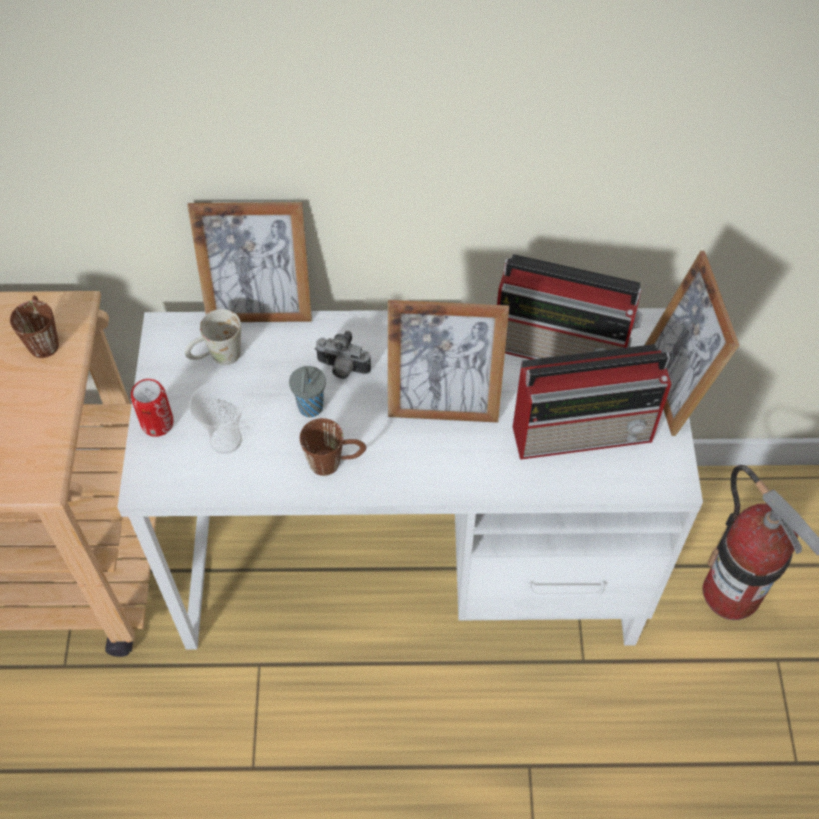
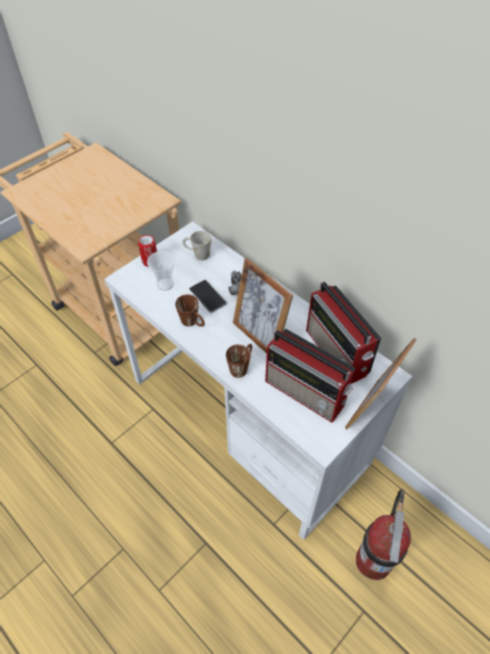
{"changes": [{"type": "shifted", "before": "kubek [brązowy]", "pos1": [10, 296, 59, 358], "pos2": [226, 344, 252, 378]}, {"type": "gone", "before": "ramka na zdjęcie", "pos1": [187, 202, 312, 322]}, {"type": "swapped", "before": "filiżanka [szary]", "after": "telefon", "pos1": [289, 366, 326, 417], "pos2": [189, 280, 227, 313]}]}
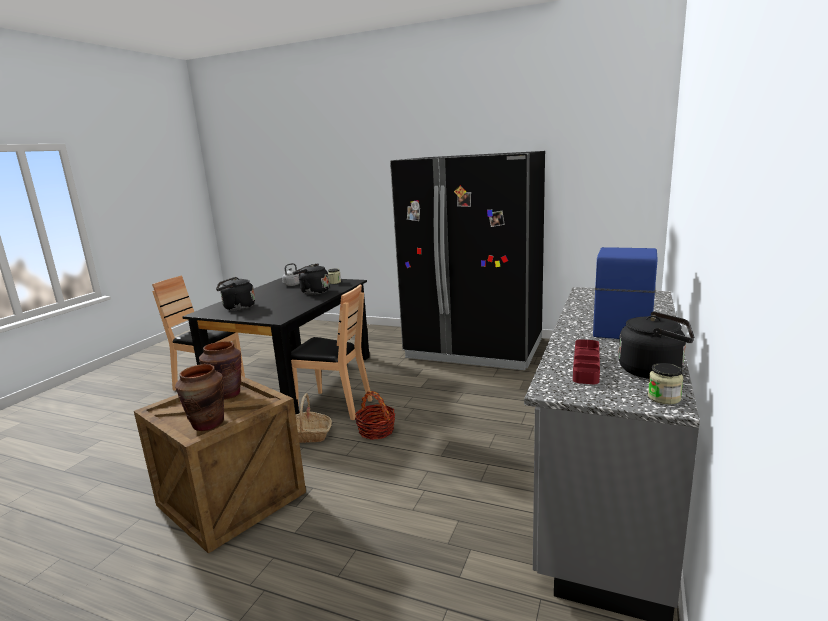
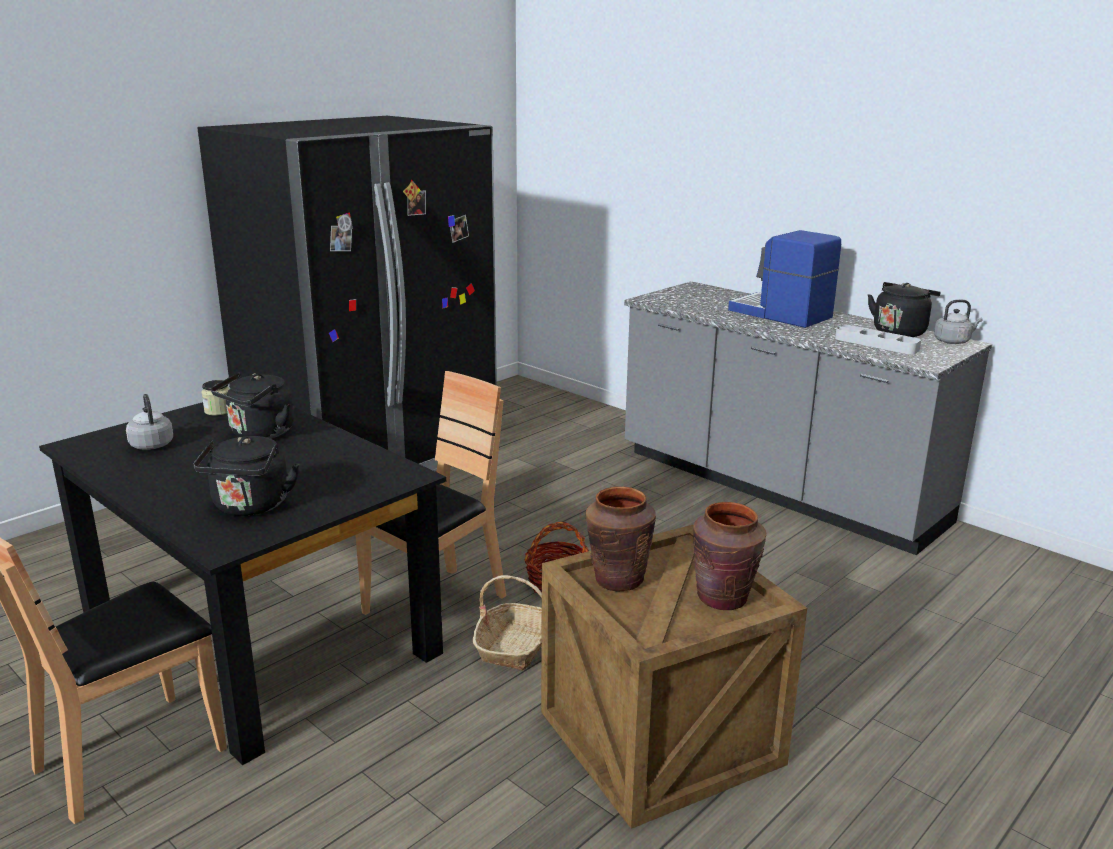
{"changes": [{"type": "repainted", "before": "taca [czerwony]", "after": "taca [szary]", "pos1": [573, 339, 600, 384], "pos2": [835, 325, 921, 354]}, {"type": "swapped", "before": "słoik", "after": "czajnik [szary]", "pos1": [648, 363, 684, 404], "pos2": [934, 300, 983, 344]}]}
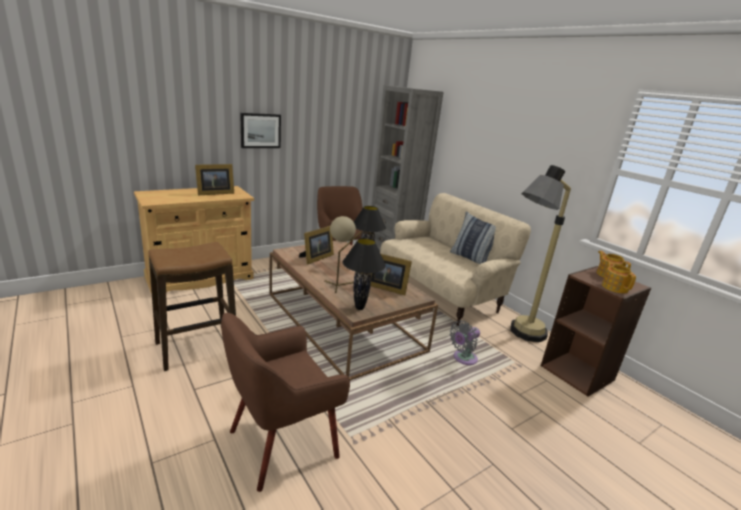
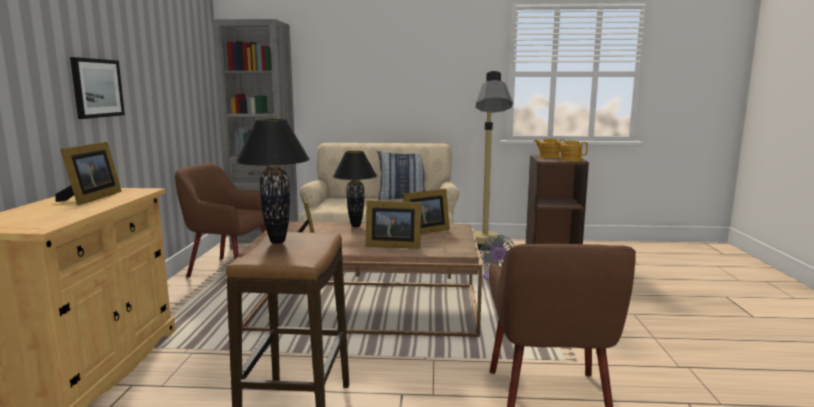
{"changes": [{"type": "swapped", "before": "lampa stołowa [beżowy]", "after": "ramka na zdjęcie", "pos1": [324, 216, 362, 293], "pos2": [366, 200, 421, 249]}, {"type": "shifted", "before": "lampa stołowa [czarny]", "pos1": [343, 238, 386, 310], "pos2": [236, 119, 310, 244]}]}
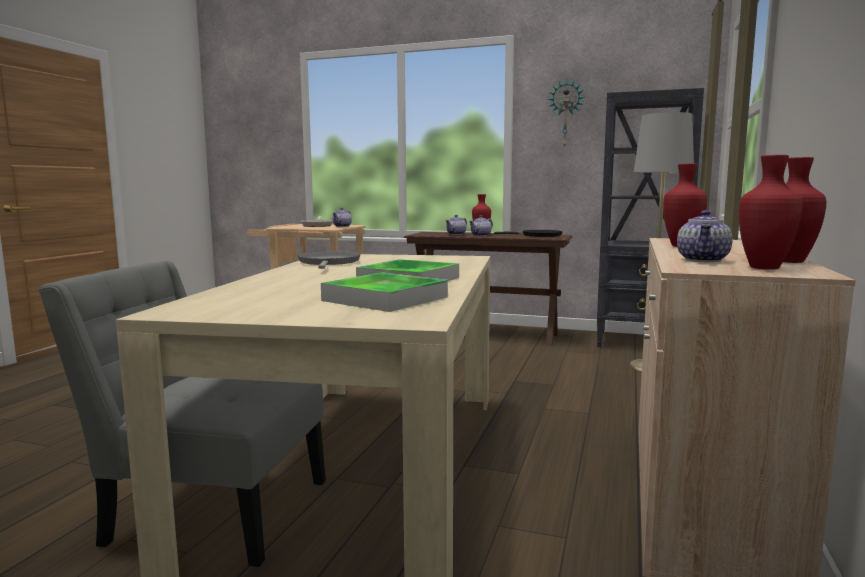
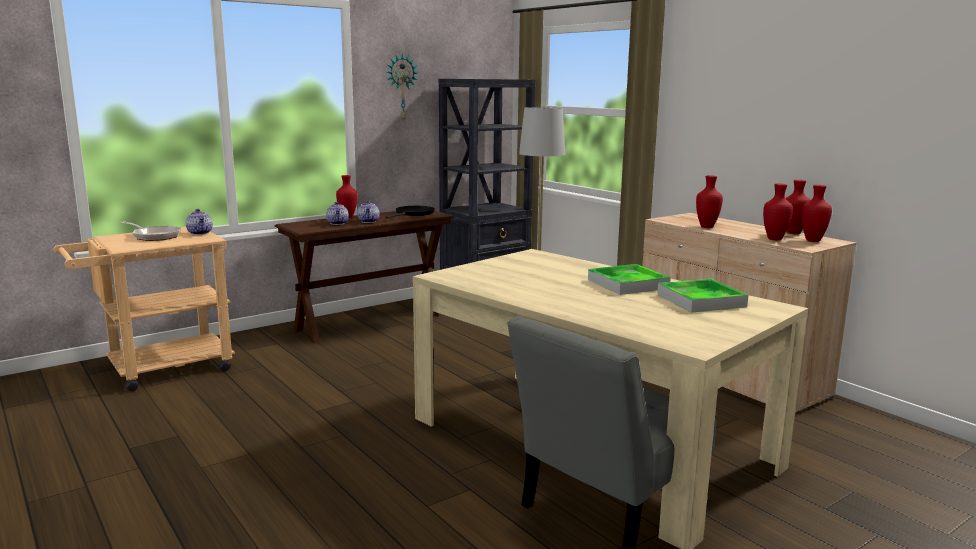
{"changes": [{"type": "gone", "before": "patelnia [szary]", "pos1": [298, 252, 360, 269]}, {"type": "swapped", "before": "imbryk", "after": "wazon [czerwony]", "pos1": [677, 210, 733, 262], "pos2": [763, 184, 793, 240]}]}
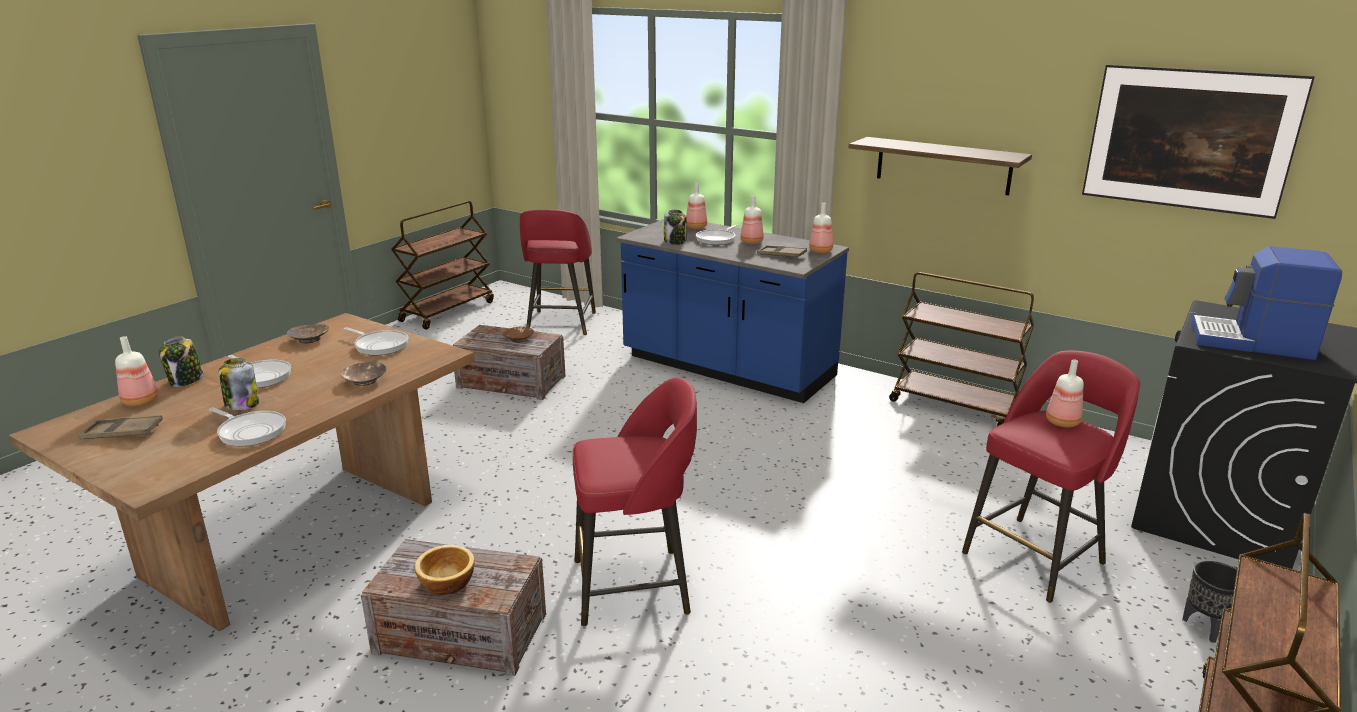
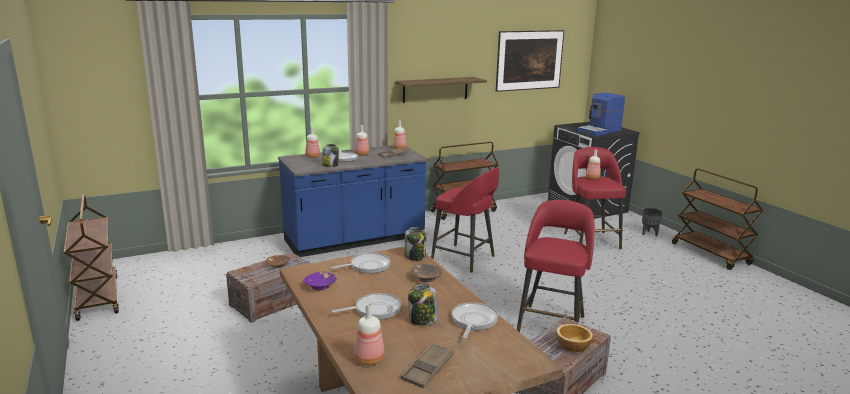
{"changes": [{"type": "shifted", "before": "słoik", "pos1": [158, 336, 204, 387], "pos2": [405, 227, 426, 261]}, {"type": "rotated", "before": "patelnia", "pos1": [209, 407, 286, 446], "pos2": [451, 302, 498, 339], "turn": -45}, {"type": "repainted", "before": "miska [brązowy]", "after": "miska [fioletowy]", "pos1": [287, 324, 329, 343], "pos2": [303, 272, 337, 290]}, {"type": "shifted", "before": "stołek [czerwony]", "pos1": [520, 209, 596, 335], "pos2": [431, 167, 499, 273]}]}
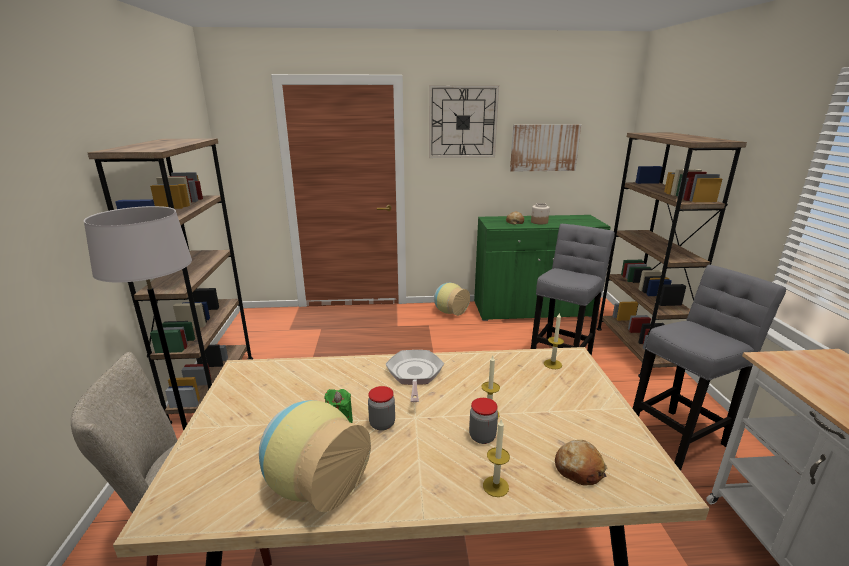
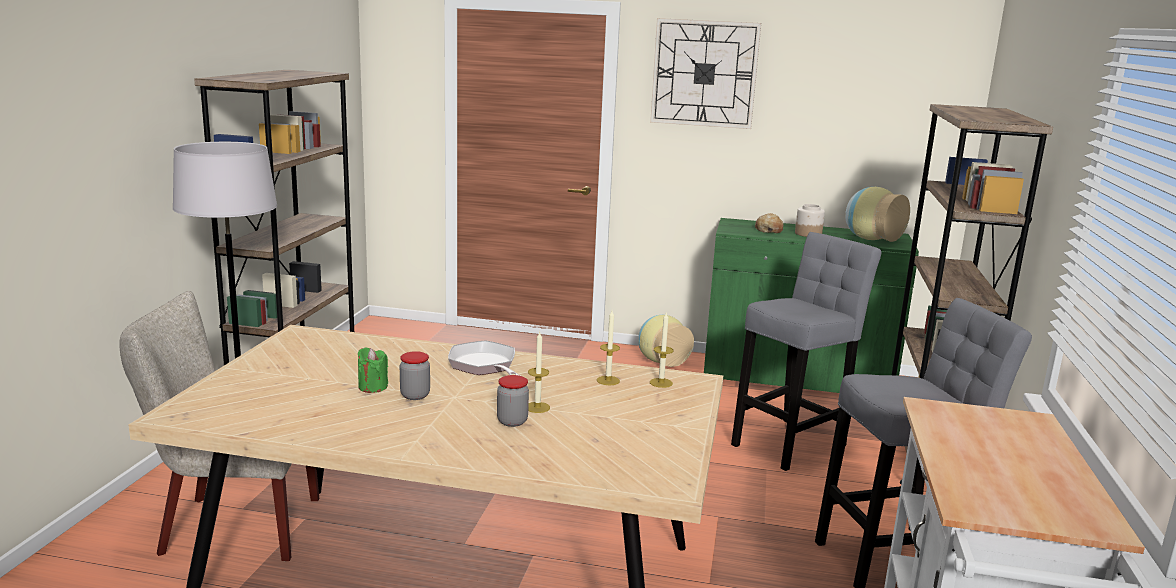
{"changes": [{"type": "shifted", "before": "wazon", "pos1": [259, 400, 371, 512], "pos2": [845, 187, 910, 242]}, {"type": "rotated", "before": "patelnia", "pos1": [386, 350, 444, 402], "pos2": [448, 340, 521, 376], "turn": -45}, {"type": "shifted", "before": "świeca", "pos1": [483, 418, 510, 497], "pos2": [597, 311, 620, 385]}, {"type": "gone", "before": "obraz", "pos1": [510, 124, 581, 172]}, {"type": "gone", "before": "chleb", "pos1": [555, 440, 607, 486]}]}
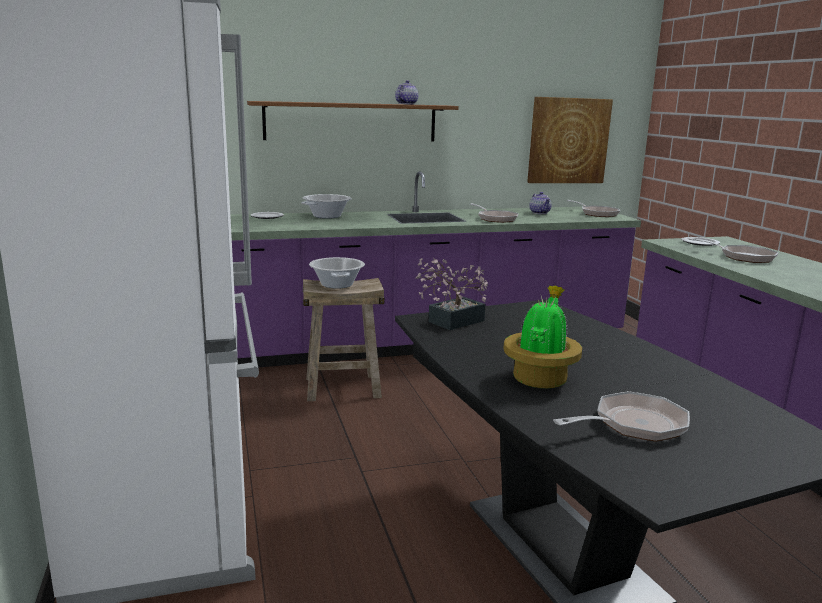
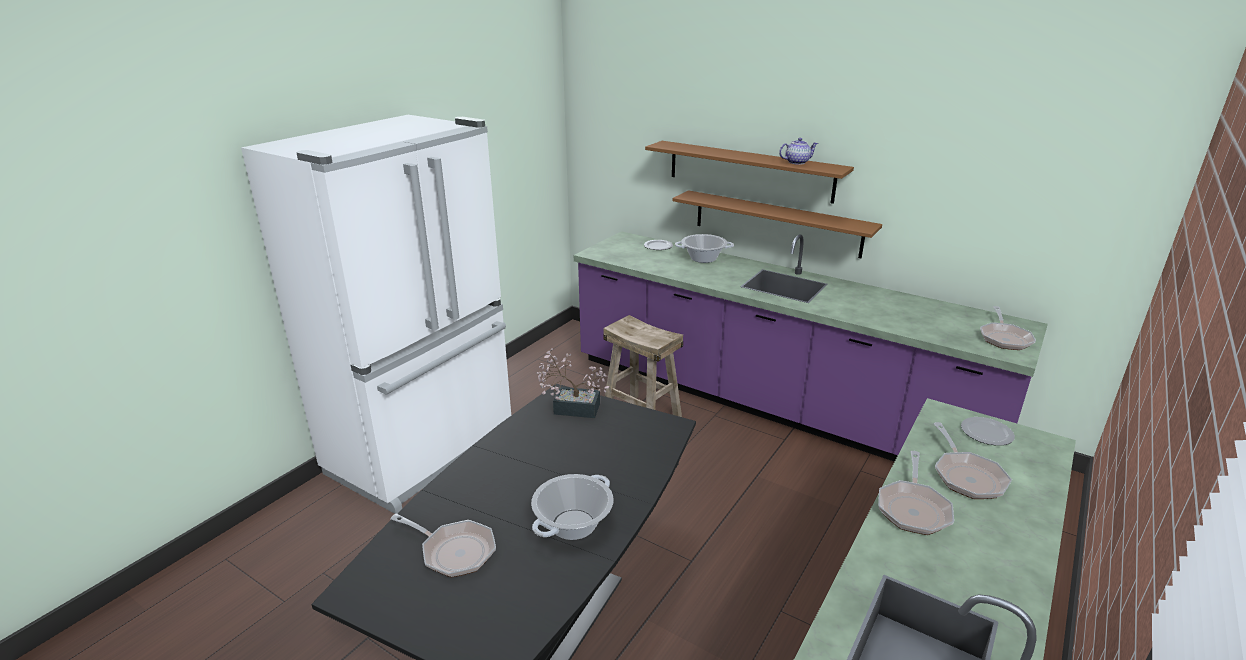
{"changes": [{"type": "shifted", "before": "garnek", "pos1": [309, 257, 365, 289], "pos2": [531, 474, 614, 540]}, {"type": "shifted", "before": "patelnia", "pos1": [470, 203, 519, 223], "pos2": [879, 451, 954, 535]}, {"type": "gone", "before": "roślina doniczkowa", "pos1": [503, 286, 582, 388]}, {"type": "gone", "before": "obraz", "pos1": [527, 97, 613, 183]}, {"type": "gone", "before": "imbryk", "pos1": [530, 192, 552, 214]}, {"type": "new", "after": "półka [brązowy]", "pos2": [672, 190, 882, 258]}]}
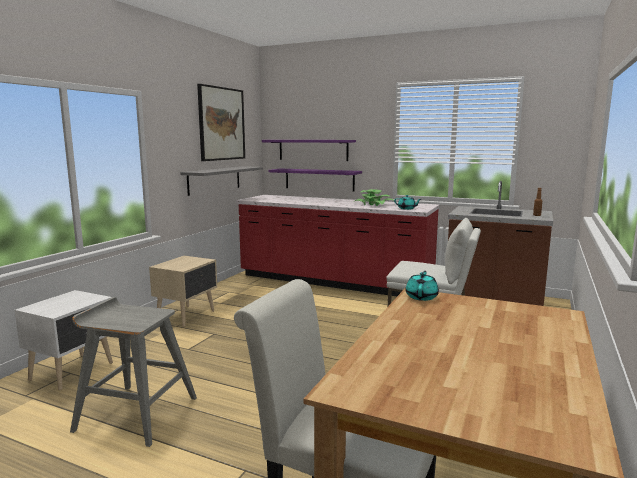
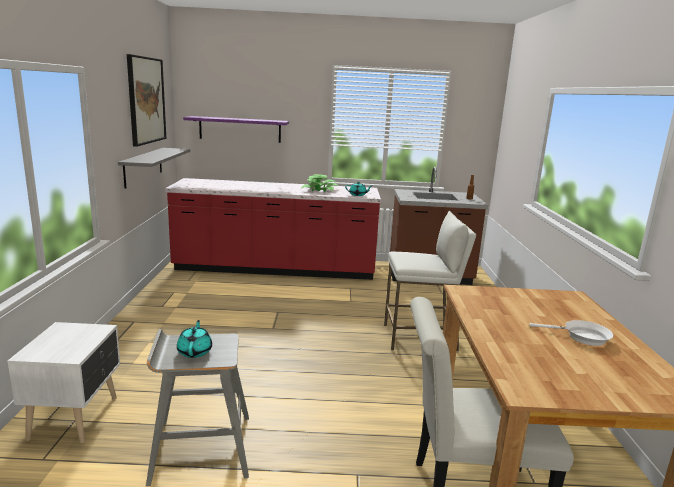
{"changes": [{"type": "gone", "before": "szafka nocna [beżowy]", "pos1": [149, 256, 217, 327]}, {"type": "gone", "before": "półka [fioletowy]", "pos1": [268, 169, 362, 192]}, {"type": "shifted", "before": "imbryk [turkusowy]", "pos1": [405, 271, 439, 301], "pos2": [177, 320, 212, 358]}, {"type": "new", "after": "patelnia [biały]", "pos2": [529, 320, 613, 346]}]}
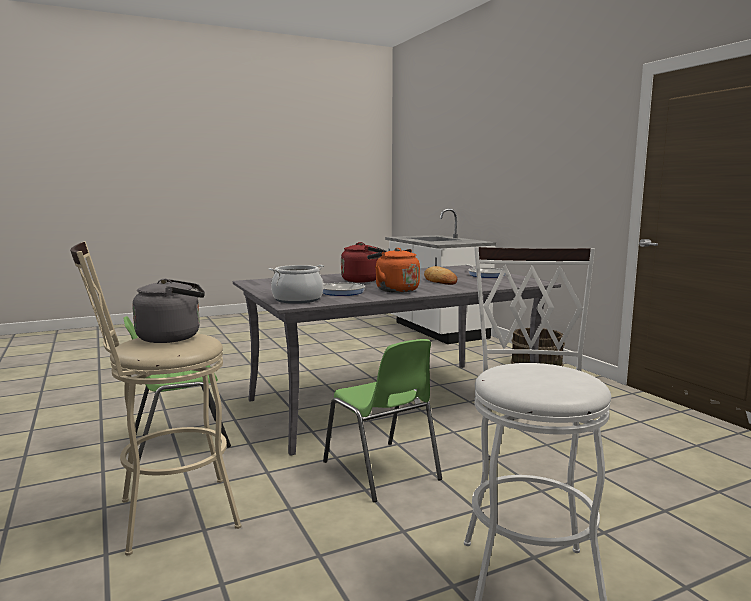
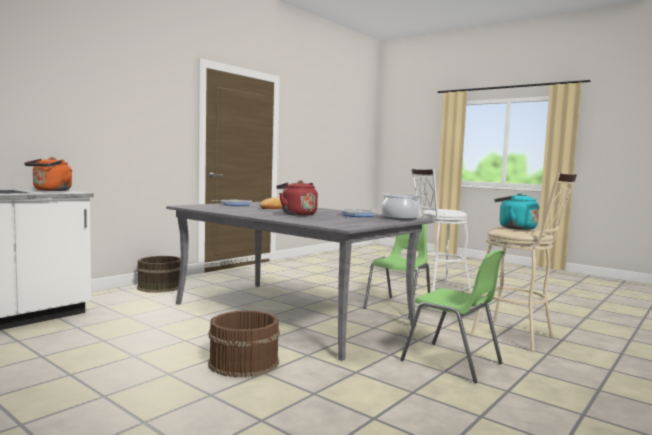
{"changes": [{"type": "repainted", "before": "czajnik [szary]", "after": "czajnik [turkusowy]", "pos1": [132, 279, 205, 343], "pos2": [494, 193, 539, 230]}, {"type": "shifted", "before": "czajnik [pomarańczowy]", "pos1": [367, 248, 420, 293], "pos2": [25, 157, 72, 191]}, {"type": "new", "after": "wiadro [brązowy]", "pos2": [208, 311, 280, 378]}]}
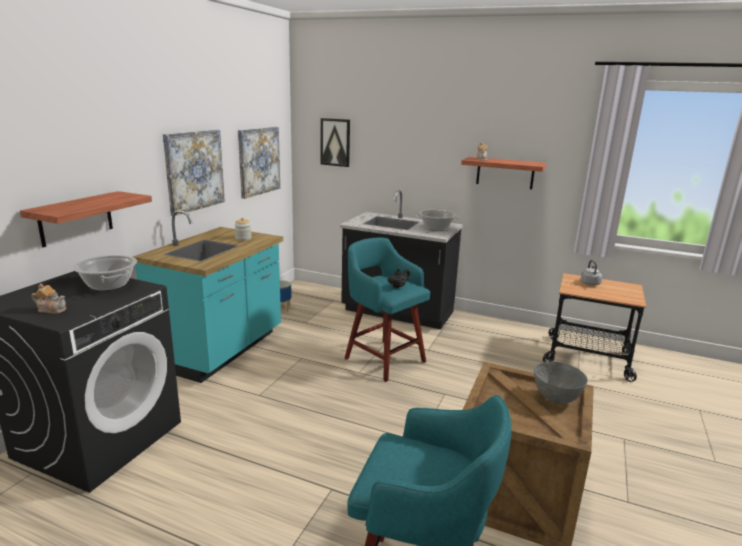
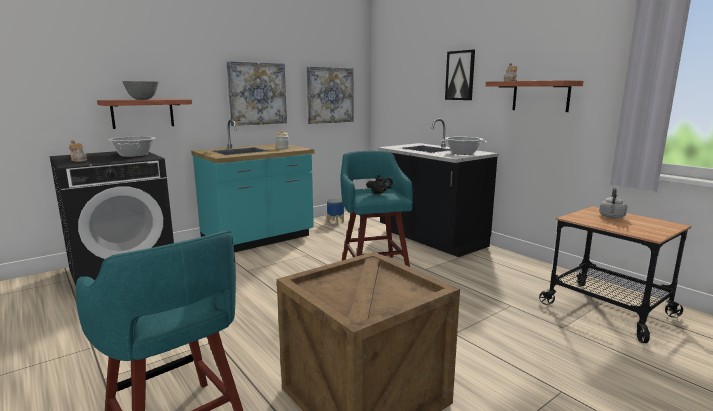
{"changes": [{"type": "shifted", "before": "obraz", "pos1": [321, 118, 350, 167], "pos2": [445, 50, 475, 100]}, {"type": "shifted", "before": "miska [szary]", "pos1": [534, 362, 588, 404], "pos2": [122, 81, 158, 100]}]}
